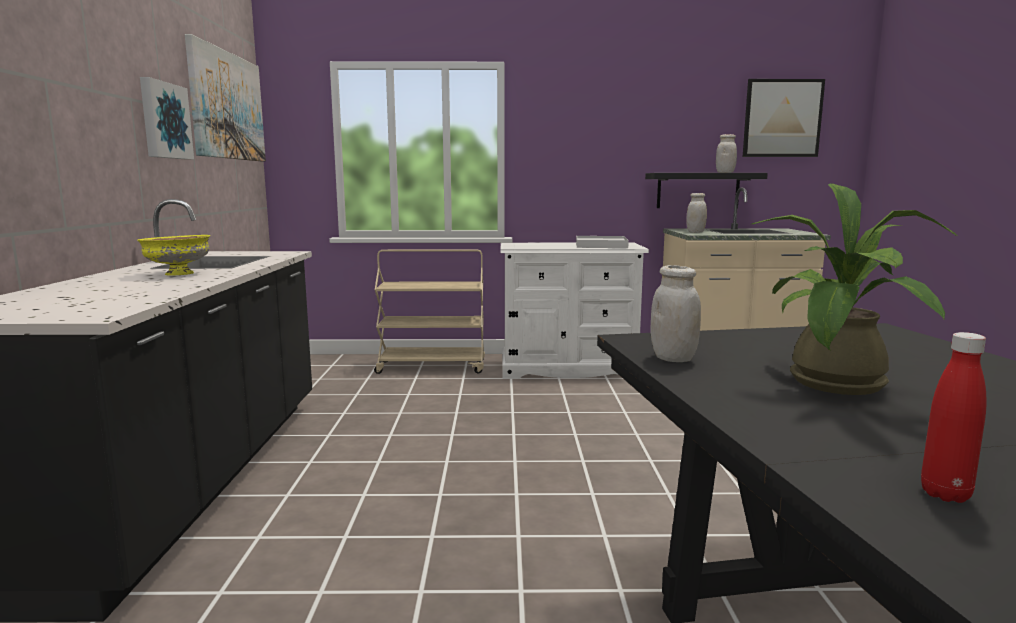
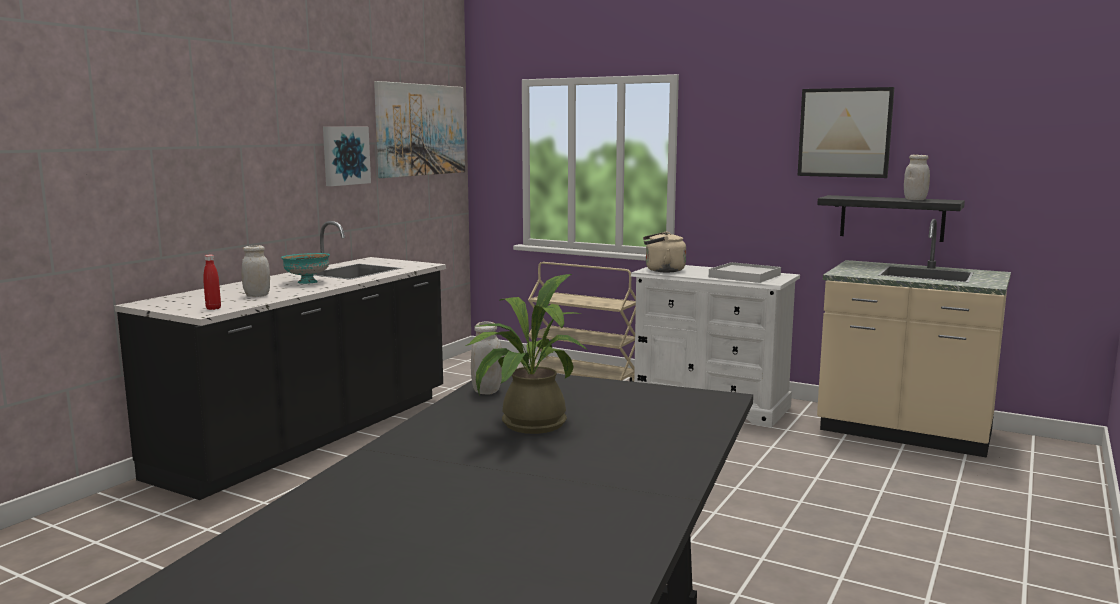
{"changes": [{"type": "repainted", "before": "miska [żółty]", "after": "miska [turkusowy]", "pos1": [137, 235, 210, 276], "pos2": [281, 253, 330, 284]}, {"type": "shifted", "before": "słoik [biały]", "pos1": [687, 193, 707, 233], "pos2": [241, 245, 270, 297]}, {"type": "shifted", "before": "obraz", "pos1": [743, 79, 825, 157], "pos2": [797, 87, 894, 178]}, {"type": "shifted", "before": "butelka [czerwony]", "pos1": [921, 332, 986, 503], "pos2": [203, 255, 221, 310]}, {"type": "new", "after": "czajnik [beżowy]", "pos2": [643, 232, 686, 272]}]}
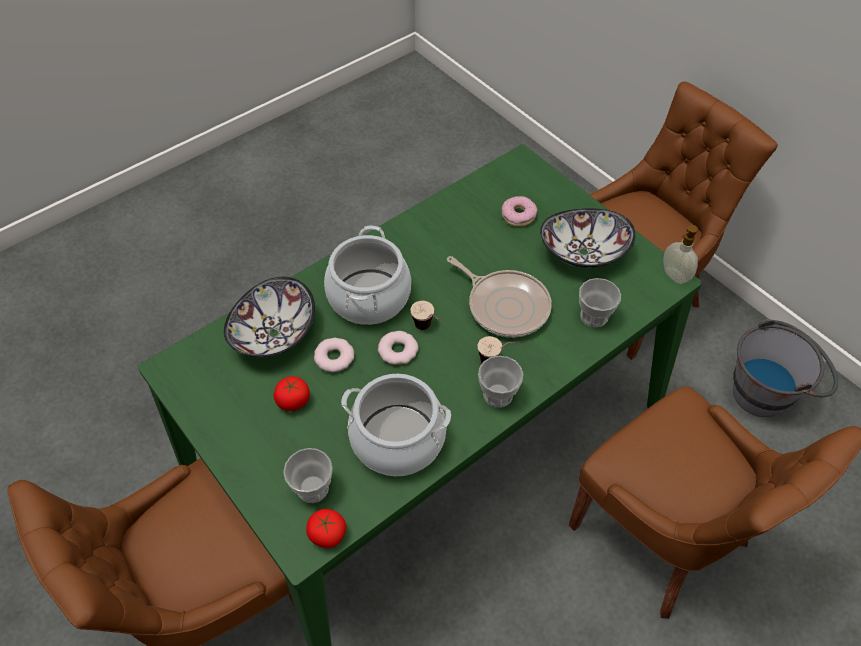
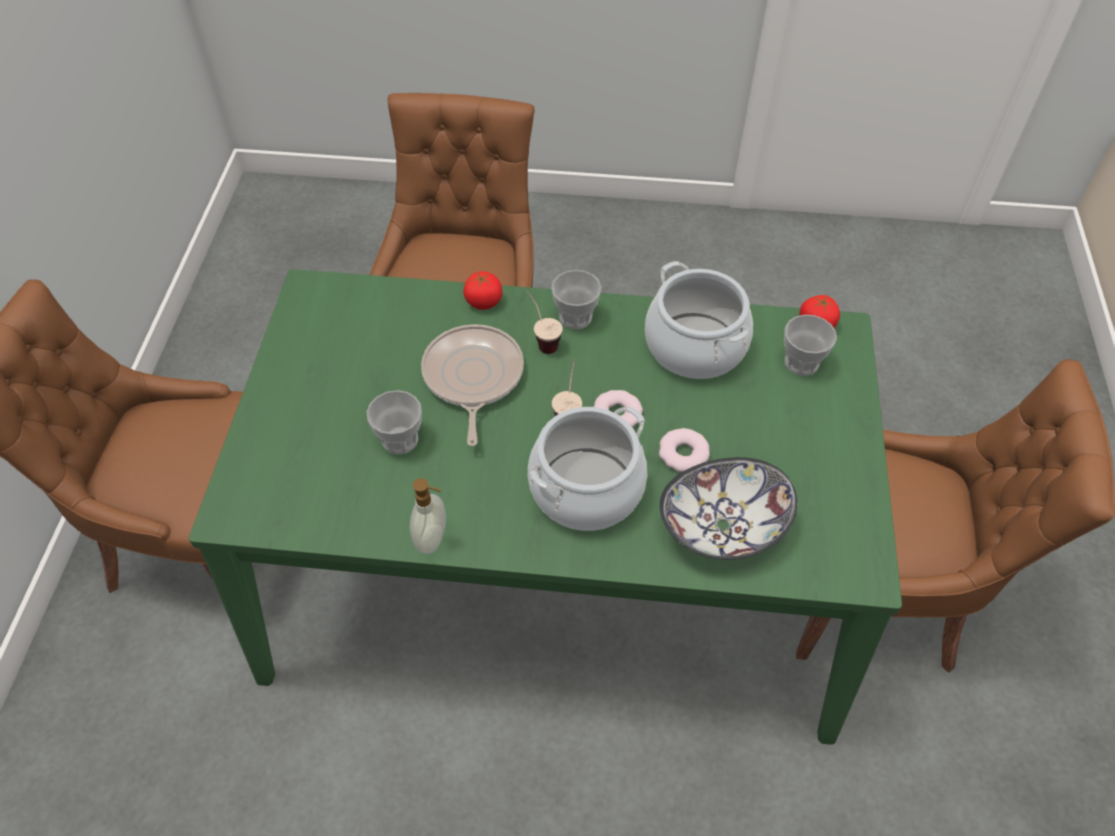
{"changes": [{"type": "shifted", "before": "pomidor", "pos1": [274, 376, 310, 411], "pos2": [463, 271, 502, 310]}, {"type": "gone", "before": "donut", "pos1": [502, 196, 537, 227]}, {"type": "gone", "before": "miska", "pos1": [540, 208, 636, 268]}, {"type": "shifted", "before": "filiżanka", "pos1": [579, 278, 621, 328], "pos2": [367, 390, 422, 454]}, {"type": "shifted", "before": "dozownik mydła", "pos1": [663, 225, 698, 284], "pos2": [410, 478, 446, 554]}, {"type": "gone", "before": "wiadro [szary]", "pos1": [733, 319, 838, 417]}]}
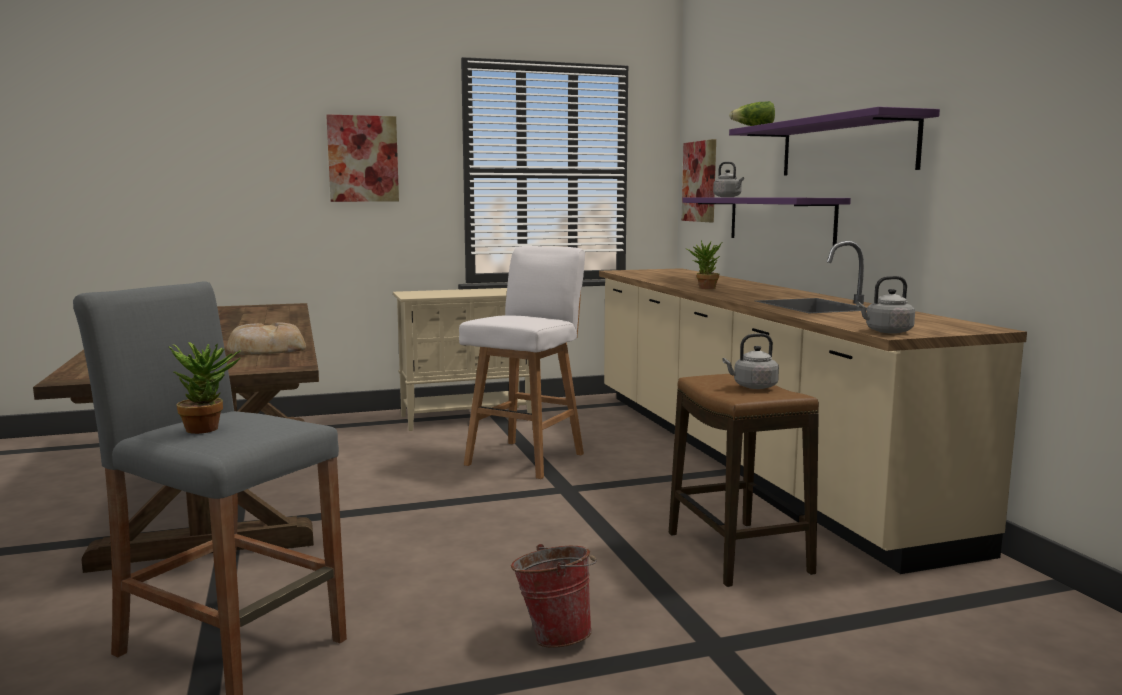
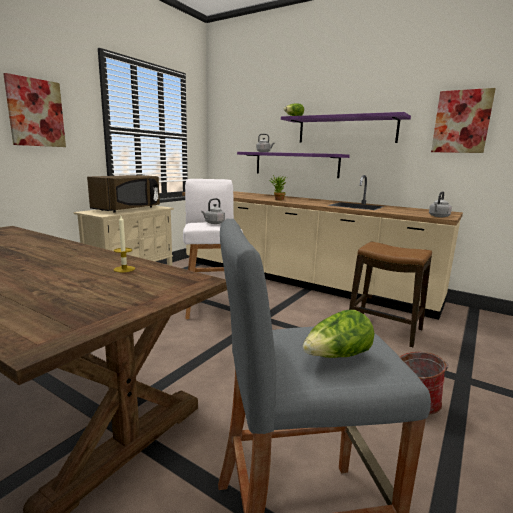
{"changes": [{"type": "swapped", "before": "roślina doniczkowa", "after": "sałata", "pos1": [168, 342, 241, 434], "pos2": [303, 310, 374, 358]}, {"type": "swapped", "before": "chleb", "after": "świeca", "pos1": [226, 323, 306, 355], "pos2": [114, 216, 135, 272]}, {"type": "shifted", "before": "obraz", "pos1": [682, 139, 716, 222], "pos2": [431, 88, 496, 153]}, {"type": "shifted", "before": "czajnik [szary]", "pos1": [722, 333, 779, 389], "pos2": [201, 198, 225, 224]}, {"type": "new", "after": "mikrofalówka [brązowy]", "pos2": [87, 175, 160, 212]}]}
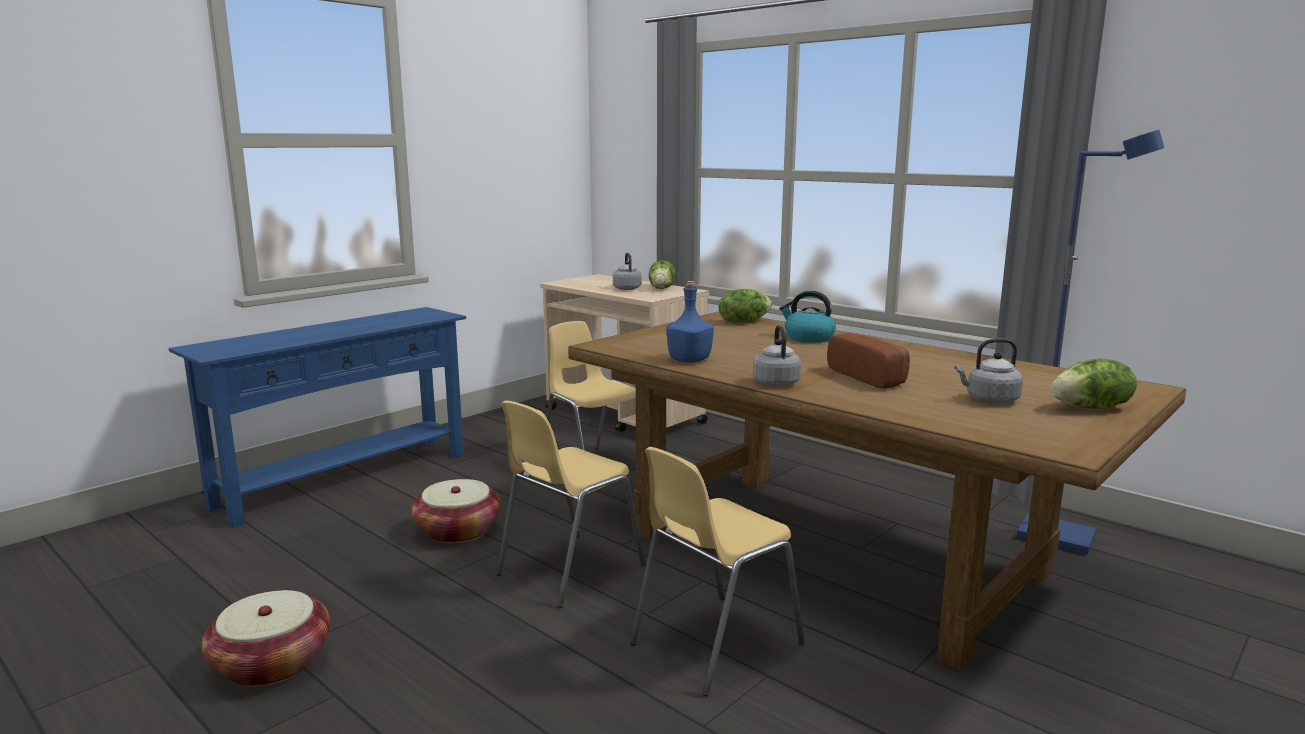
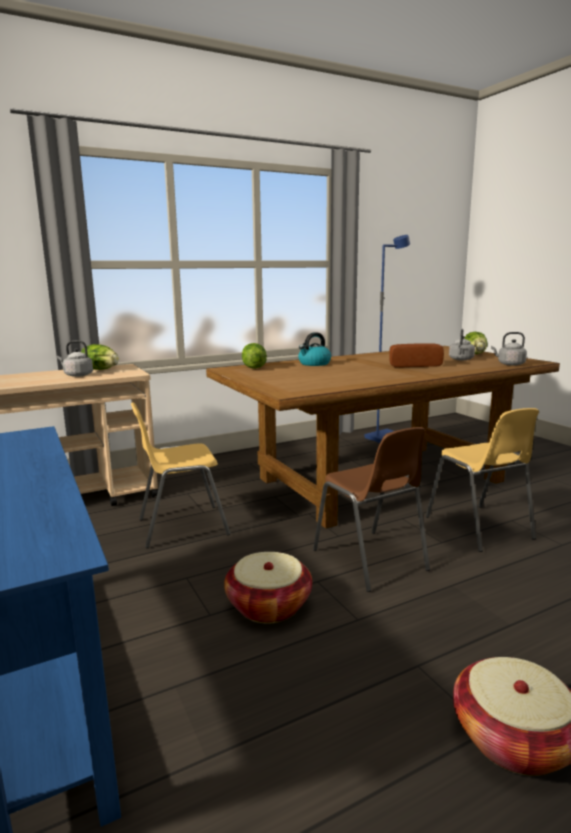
{"changes": [{"type": "repainted", "before": "krzesło [żółty]", "after": "krzesło [brązowy]", "pos1": [496, 400, 646, 608], "pos2": [313, 427, 430, 592]}, {"type": "gone", "before": "butelka [niebieski]", "pos1": [666, 281, 714, 363]}, {"type": "shifted", "before": "czajnik [szary]", "pos1": [753, 325, 801, 387], "pos2": [491, 332, 527, 366]}]}
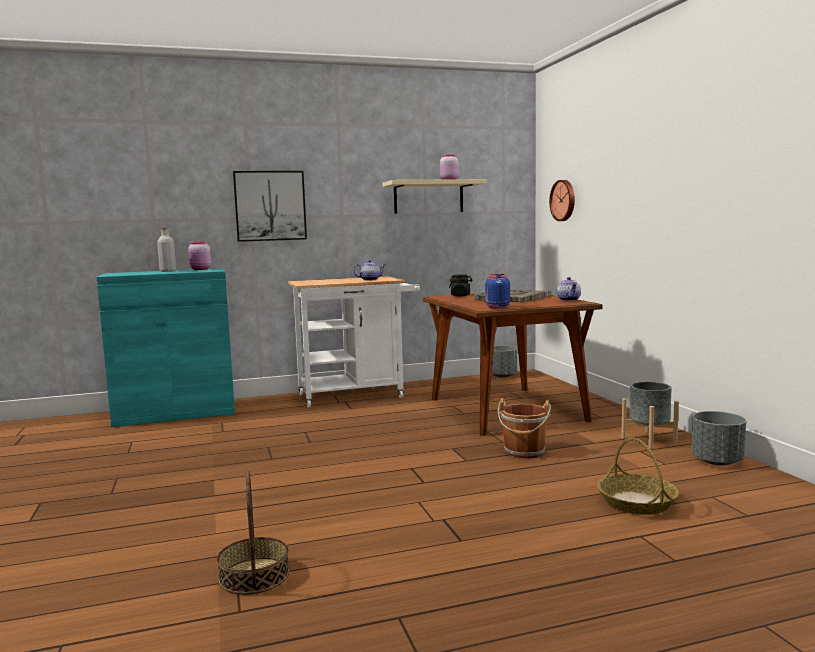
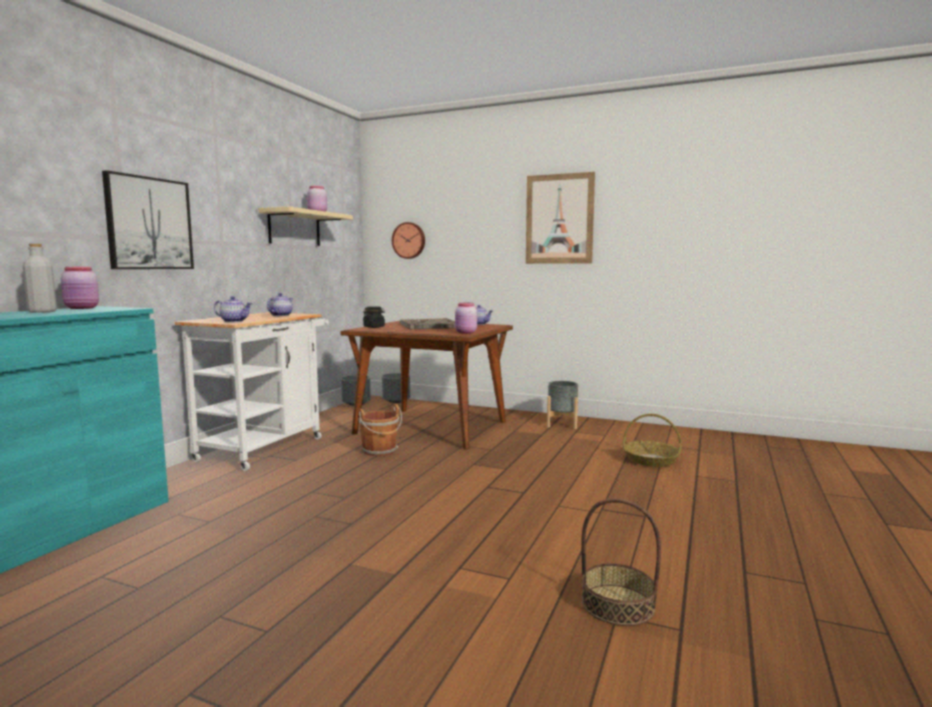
{"changes": [{"type": "repainted", "before": "słoik [niebieski]", "after": "słoik [różowy]", "pos1": [485, 274, 510, 309], "pos2": [455, 303, 477, 334]}, {"type": "shifted", "before": "wiadro [brązowy]", "pos1": [498, 398, 551, 458], "pos2": [358, 404, 402, 456]}, {"type": "shifted", "before": "donica [szary]", "pos1": [691, 411, 746, 466], "pos2": [382, 373, 410, 403]}, {"type": "new", "after": "imbryk", "pos2": [214, 296, 252, 322]}, {"type": "new", "after": "obraz", "pos2": [526, 172, 595, 264]}]}
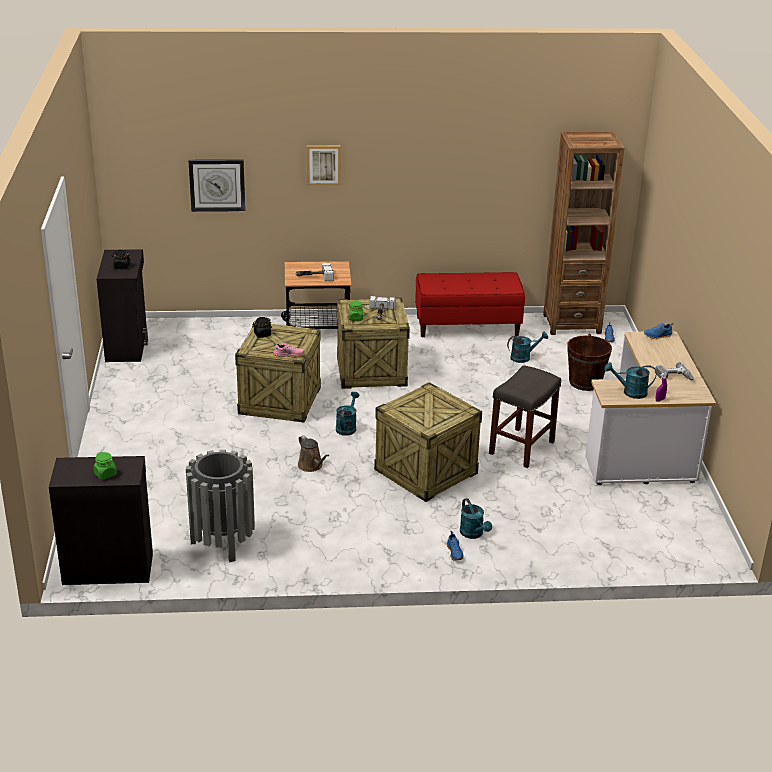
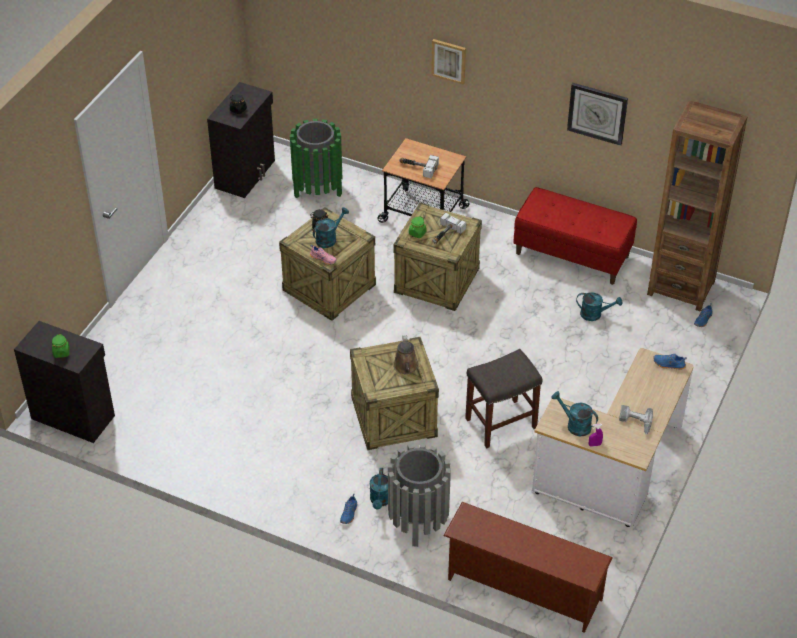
{"changes": [{"type": "shifted", "before": "kosz na śmieci [szary]", "pos1": [186, 450, 255, 562], "pos2": [388, 444, 451, 547]}, {"type": "shifted", "before": "zegar ścienny", "pos1": [189, 159, 245, 212], "pos2": [567, 83, 628, 146]}, {"type": "shifted", "before": "konewka [brązowy]", "pos1": [298, 435, 329, 472], "pos2": [393, 335, 419, 374]}, {"type": "shifted", "before": "konewka [turkusowy]", "pos1": [336, 392, 359, 436], "pos2": [313, 207, 349, 248]}, {"type": "gone", "before": "wiadro [brązowy]", "pos1": [568, 334, 612, 391]}, {"type": "new", "after": "kosz na śmieci [zielony]", "pos2": [290, 119, 342, 198]}, {"type": "new", "after": "regał na buty [brązowy]", "pos2": [443, 502, 613, 633]}]}
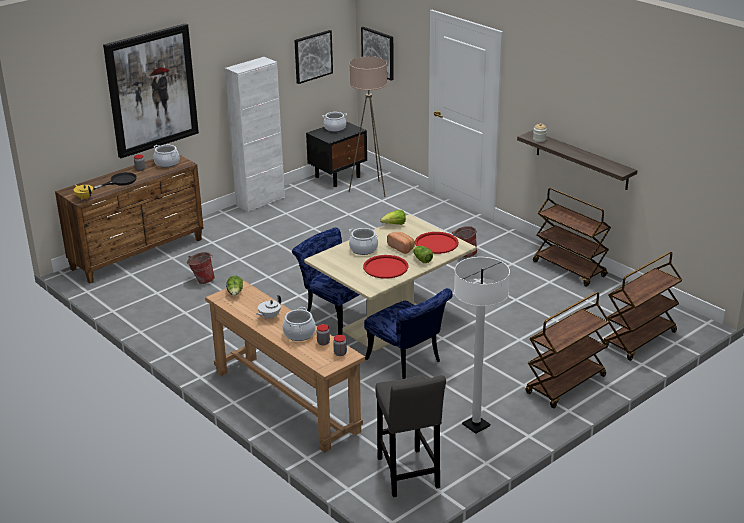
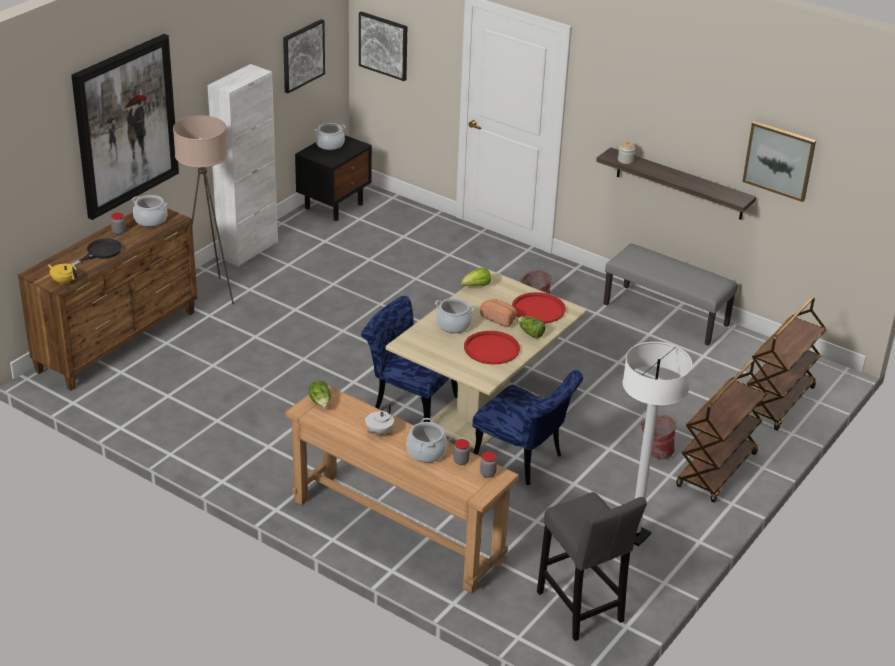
{"changes": [{"type": "shifted", "before": "wiadro", "pos1": [187, 252, 215, 284], "pos2": [641, 415, 678, 459]}, {"type": "shifted", "before": "lampa stojąca [beżowy]", "pos1": [349, 56, 387, 197], "pos2": [173, 115, 234, 304]}, {"type": "swapped", "before": "wózek [brązowy]", "after": "ławka [szary]", "pos1": [533, 188, 611, 287], "pos2": [603, 244, 738, 346]}, {"type": "new", "after": "obraz", "pos2": [742, 121, 816, 202]}]}
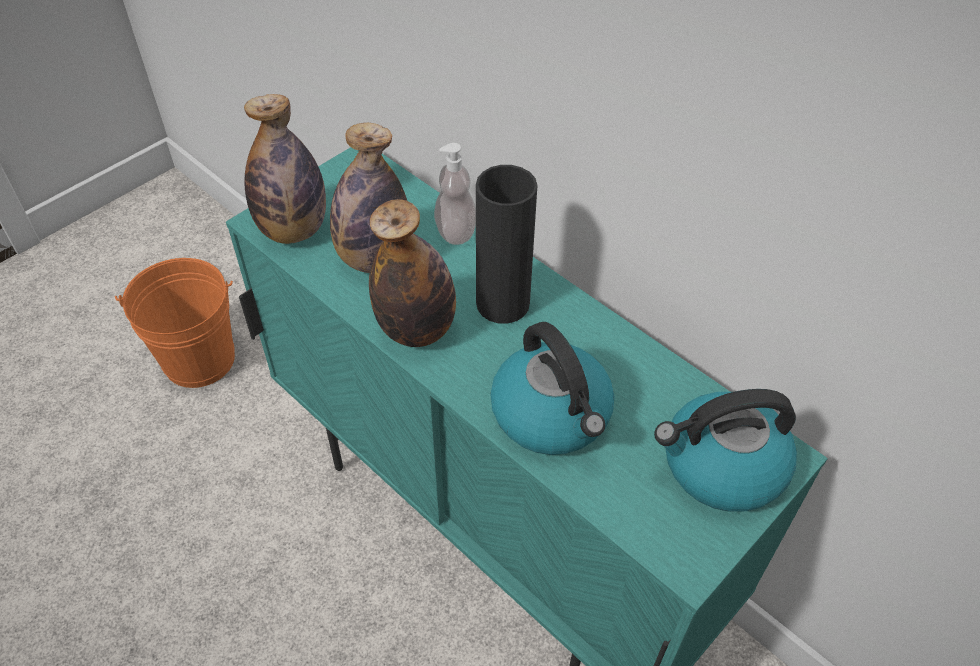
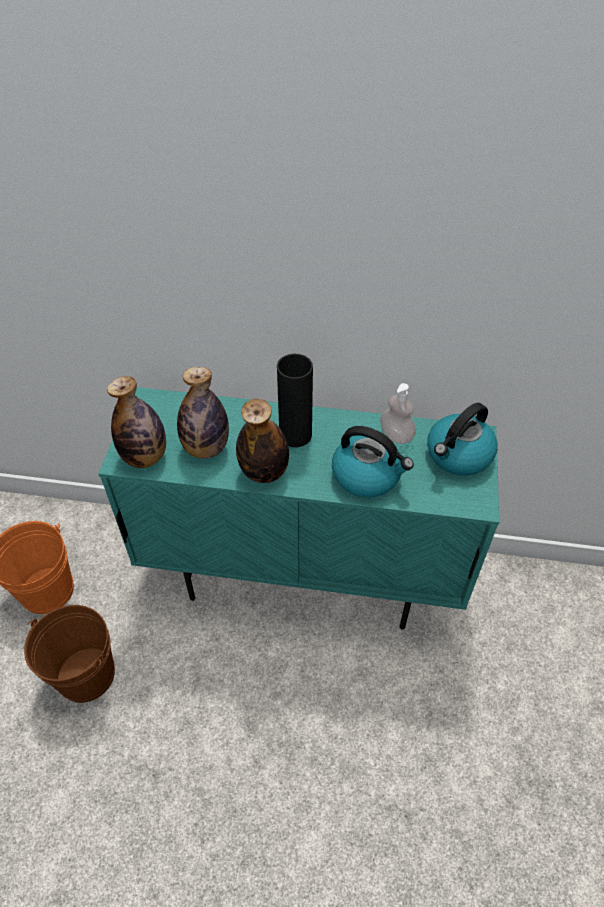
{"changes": [{"type": "shifted", "before": "dozownik mydła", "pos1": [434, 143, 476, 245], "pos2": [380, 383, 416, 444]}, {"type": "new", "after": "wiadro [brązowy]", "pos2": [24, 605, 115, 703]}]}
